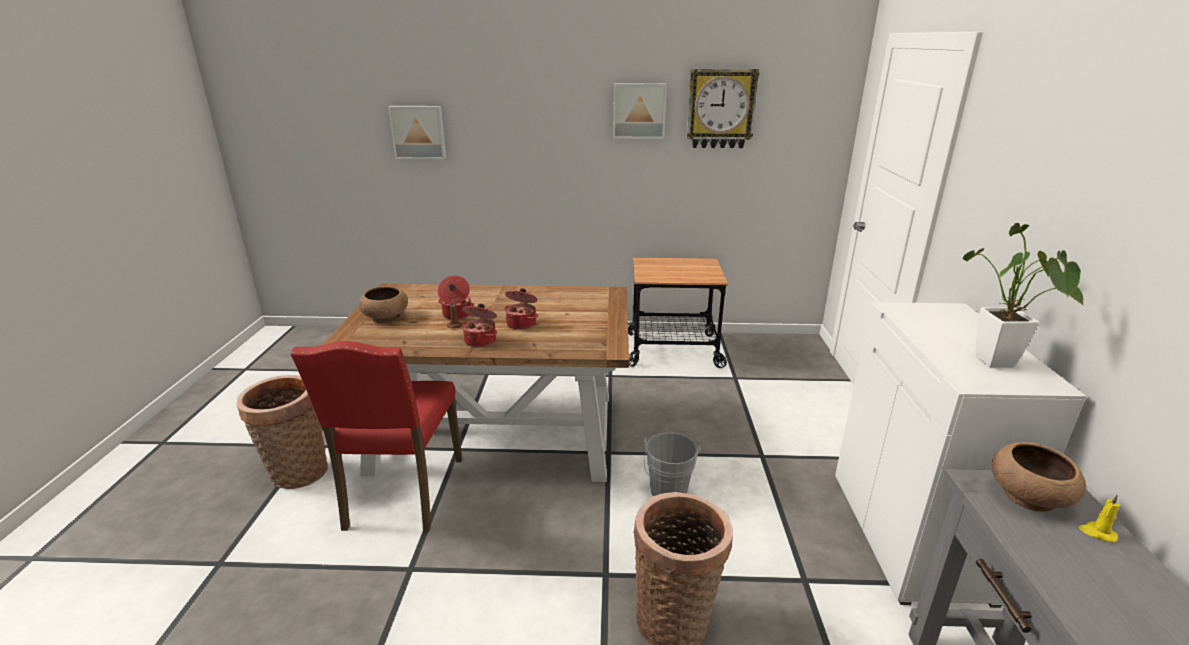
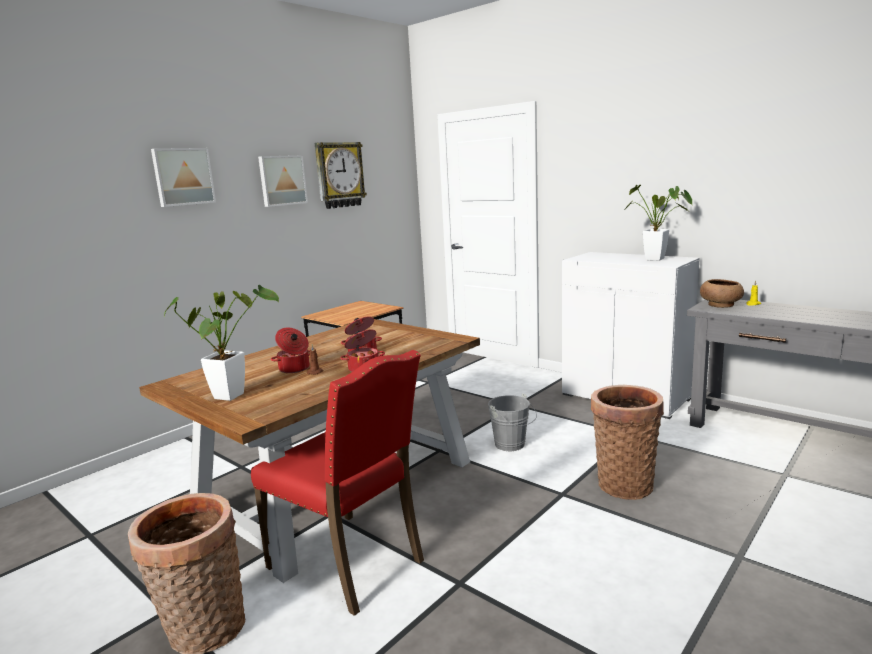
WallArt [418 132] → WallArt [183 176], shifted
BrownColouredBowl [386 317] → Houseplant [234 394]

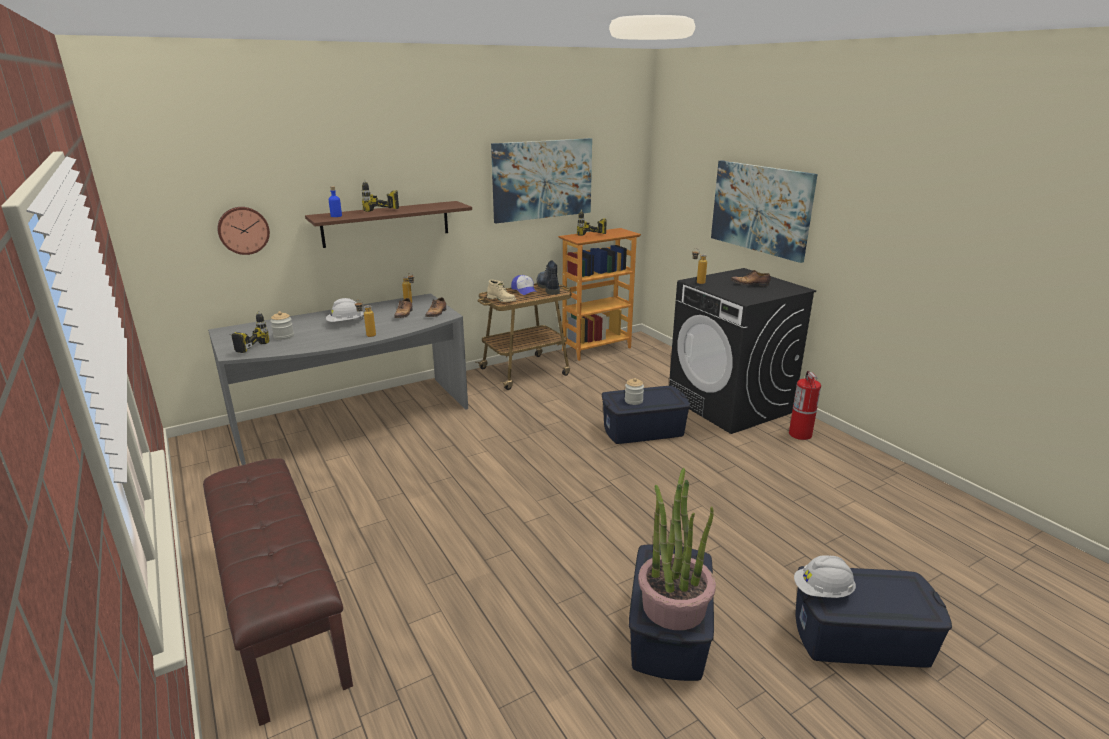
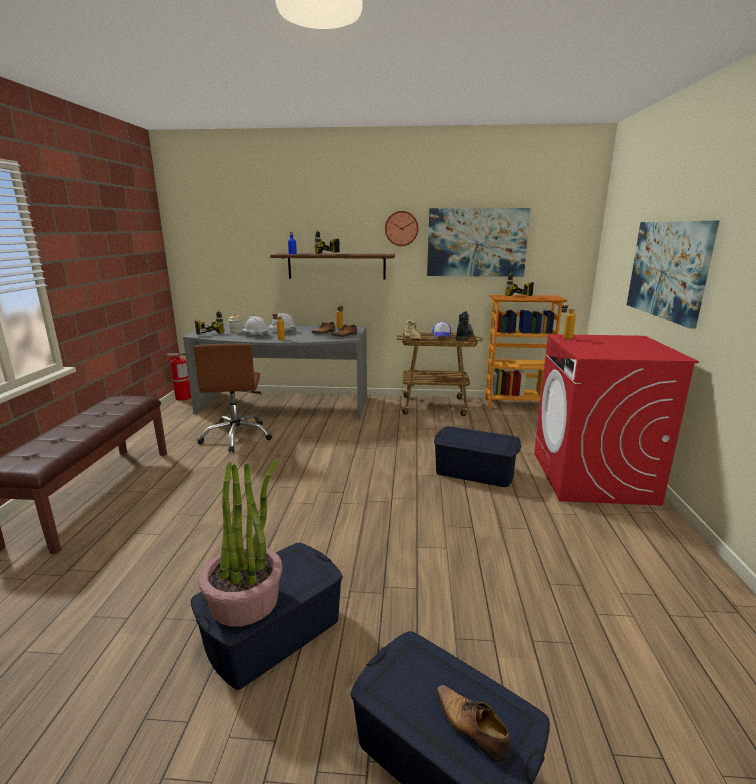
WallClock [243 230] → WallClock [401 228], shifted
BlackLaundryAppliance [730 405] → RedColouredLaundryAppliance [592 477]
Shoe [750 284] → Shoe [471 728], shifted
Extinguisher [800 434] → Extinguisher [183 398], shifted
StorageJar [633 401] → -
WhiteWorkHelmet [822 591] → WhiteWorkHelmet [255 335], shifted
- → BrownColouredOfficeChair [237 437]

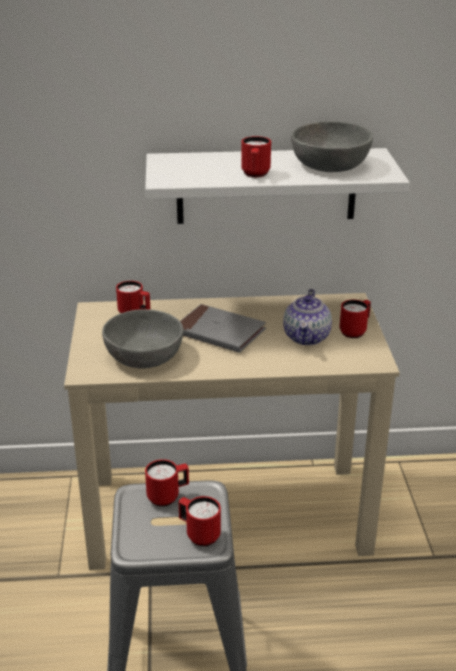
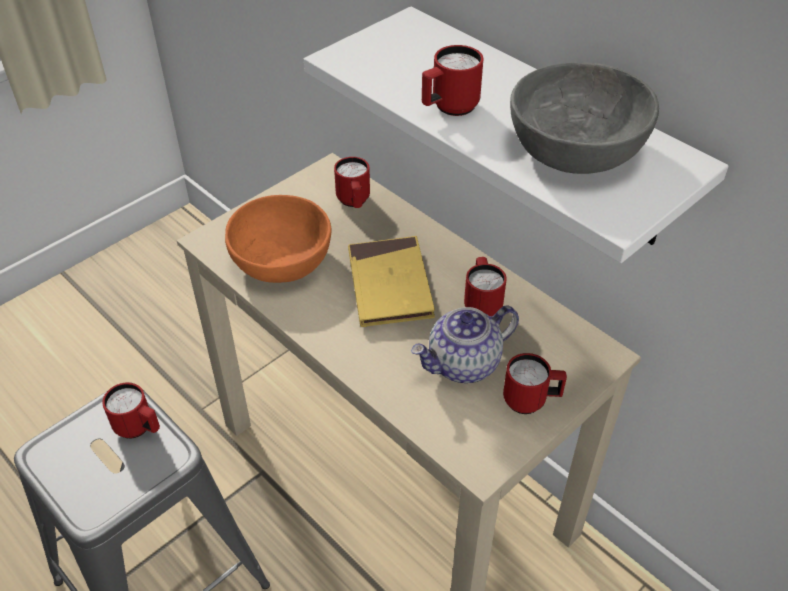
GrayBoundBook [219 332] → YellowishBoundBook [389 285]
GrayBowl [145 356] → OrangeColouredBowl [282 260]
RedColouredMug [199 534] → RedColouredMug [482 304], shifted

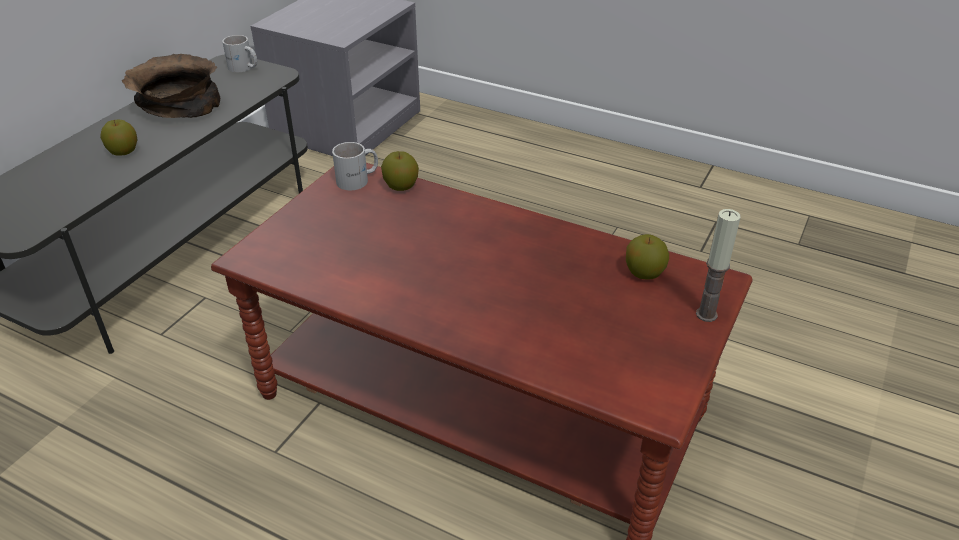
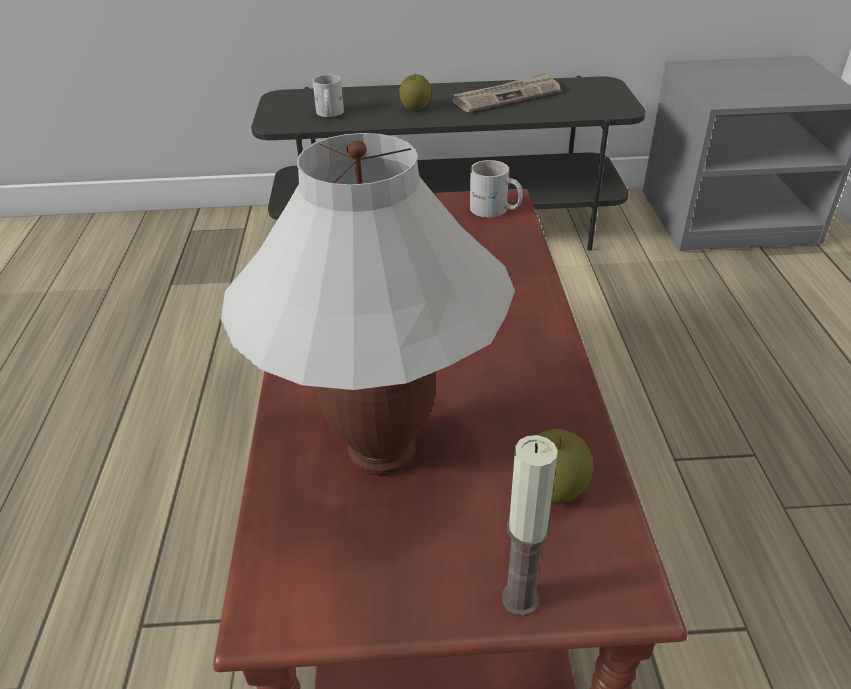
WhiteMug [243 68] → WhiteMug [328 113], shifted
BrownColouredBowl [178 106] → Newspaper [507 96]
WholeApple [401 186] → -
- → WhiteTableLamp [381 452]

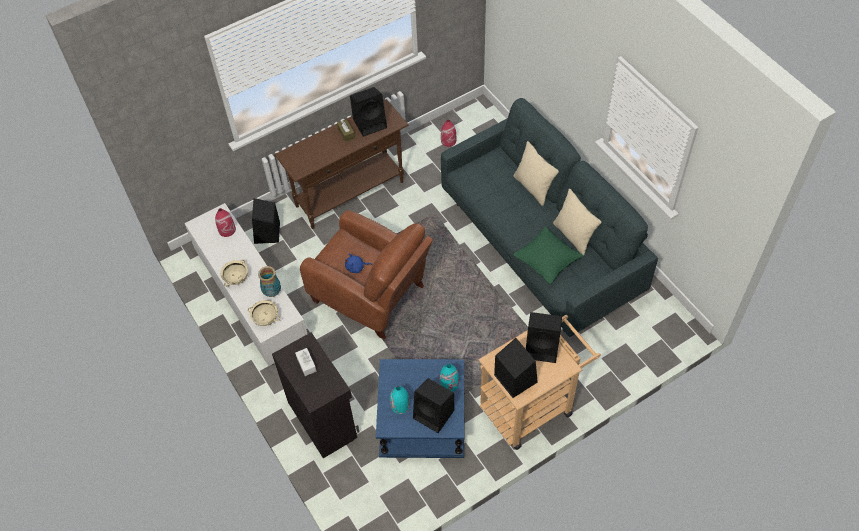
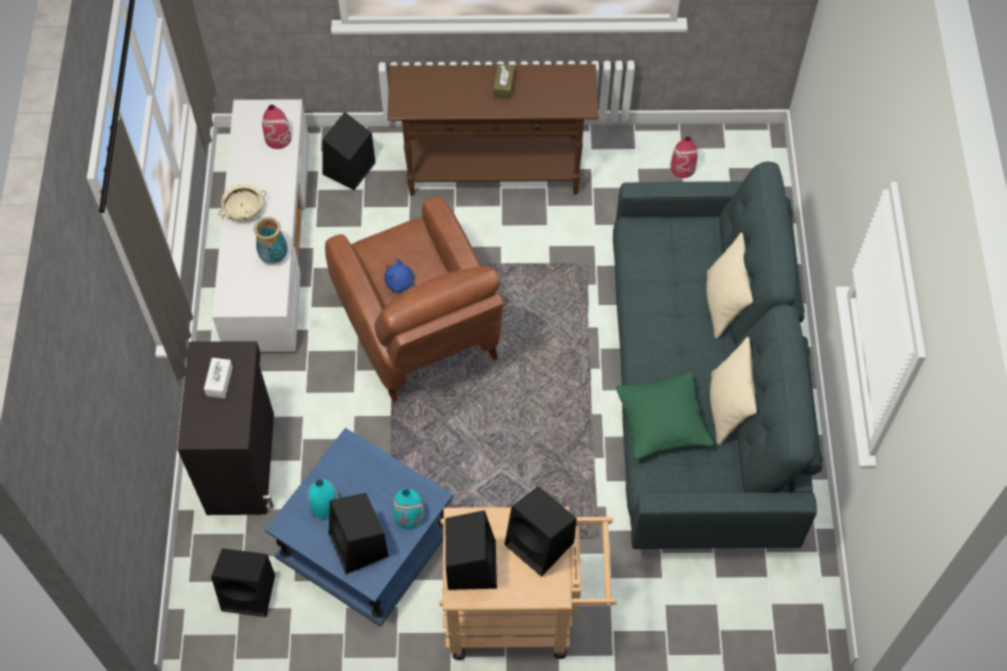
BlackSpeaker [370 123] → BlackSpeaker [250 592], shifted
BeigeBowl [265 318] → -

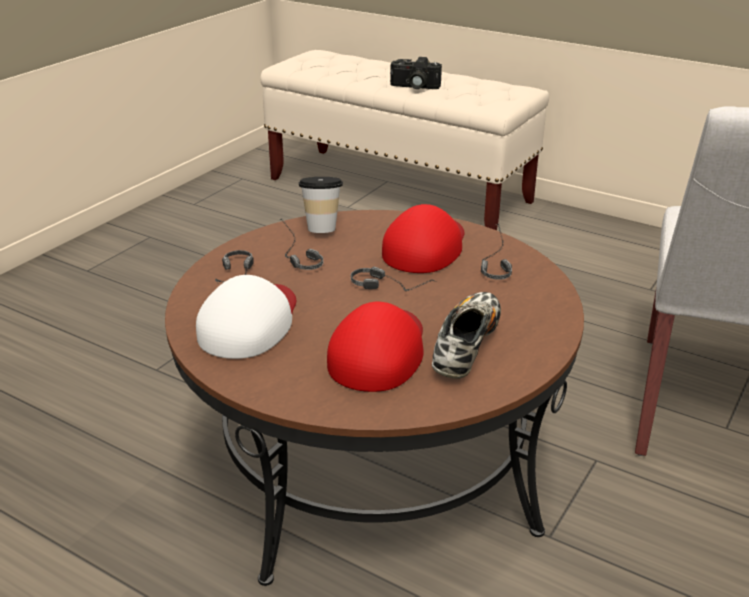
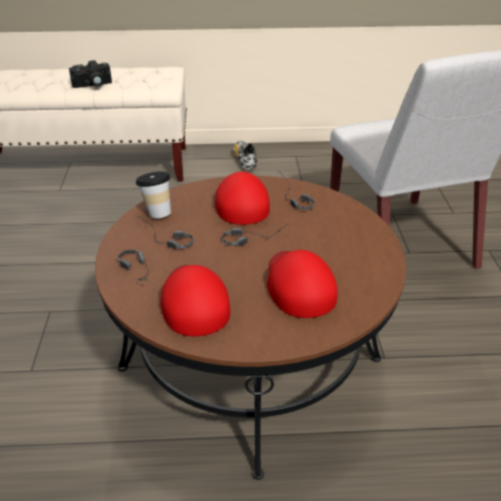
WhiteCap [250 323] → RedColouredCap [194 301]
Shoe [466 347] → Shoe [244 161], shifted

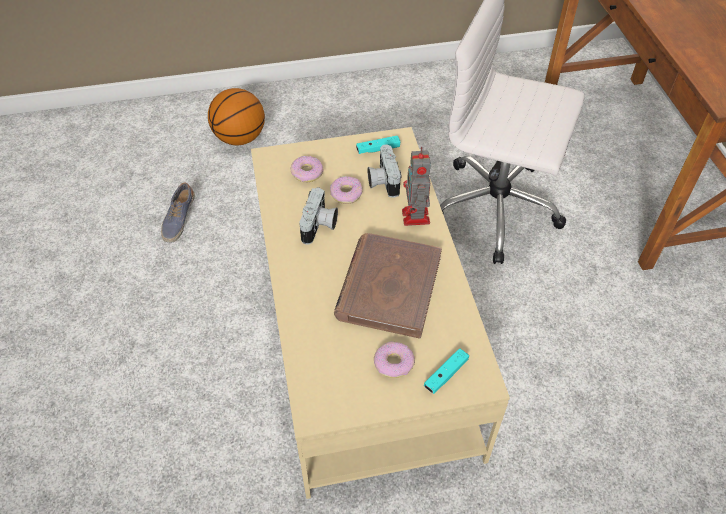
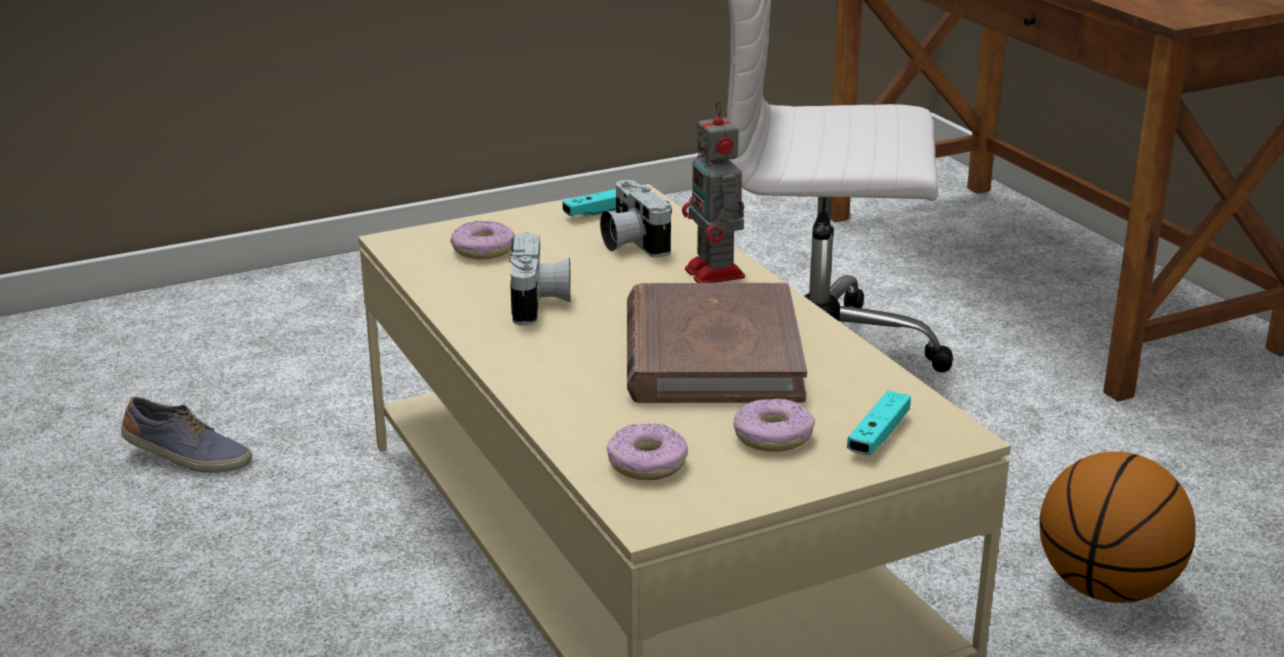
Basketball [240 138] → Basketball [1107 588], shifted
RingDoughnut [346 194] → RingDoughnut [646 463], shifted
Shoe [178 219] → Shoe [187 458], 75 degrees counterclockwise

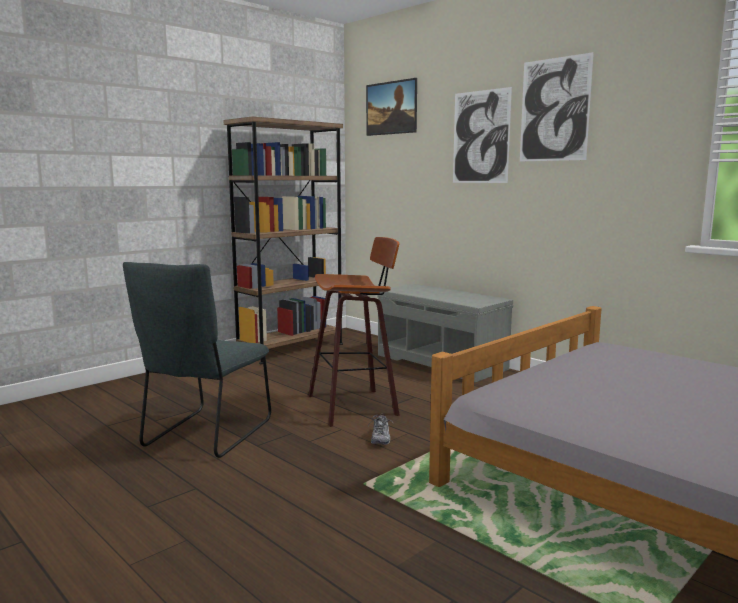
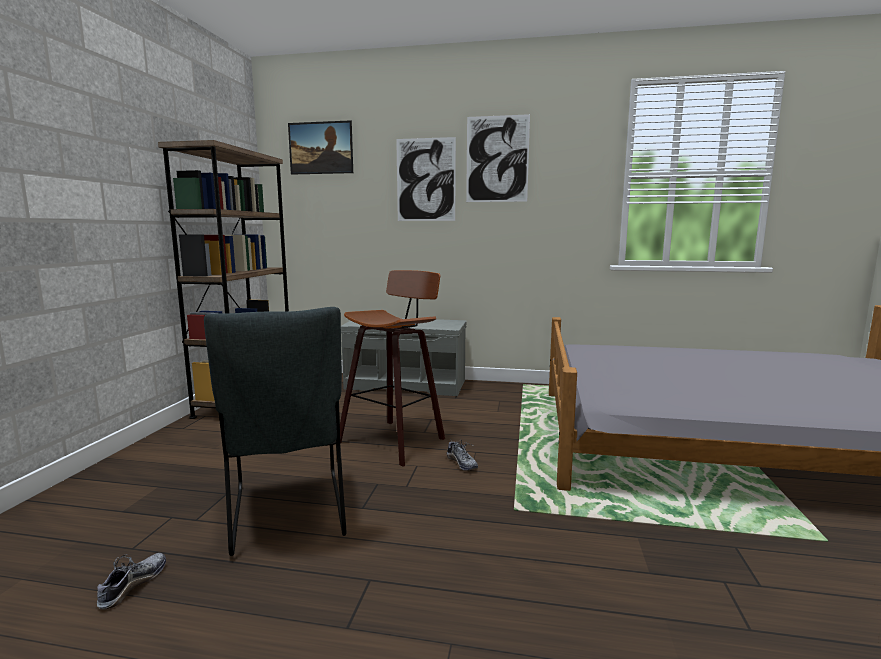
- → Shoe [133 585]

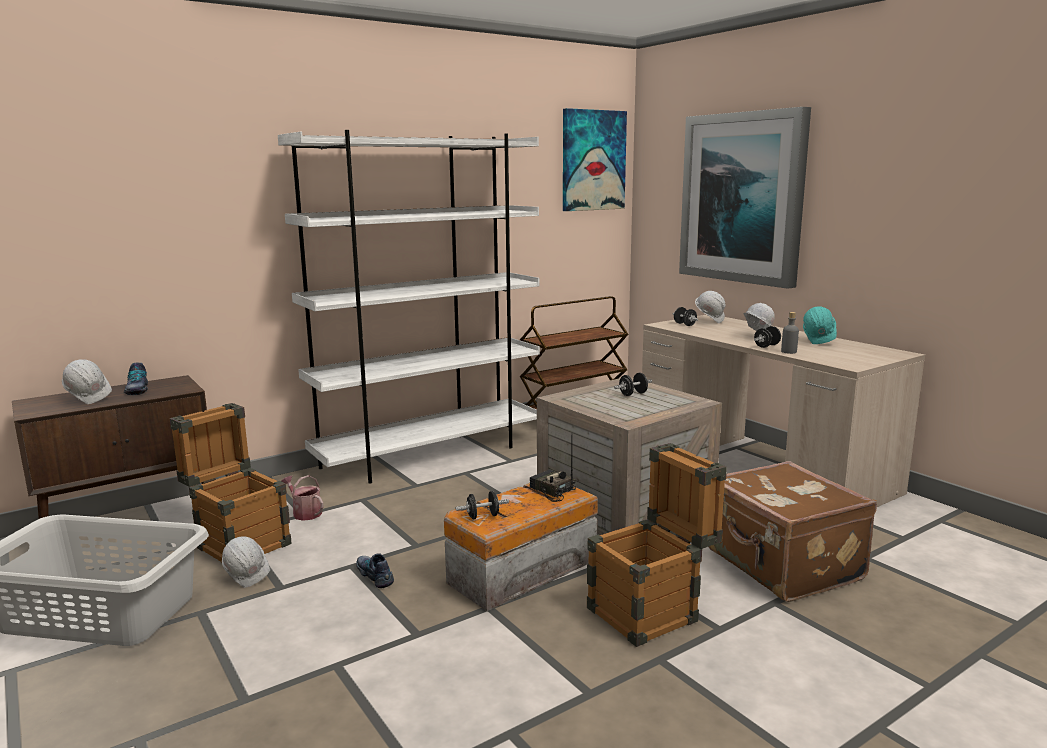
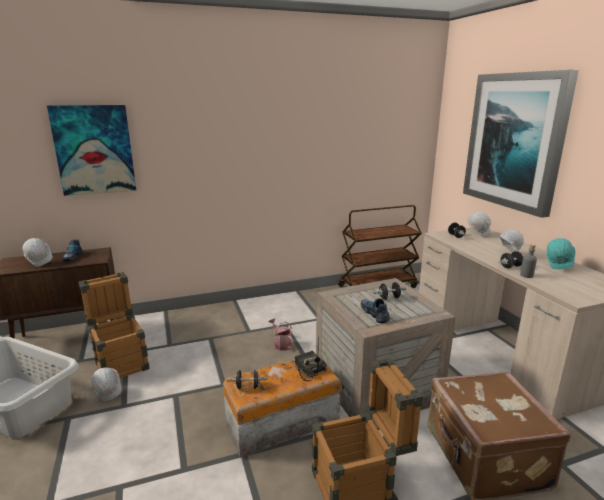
WallArt [593 160] → WallArt [94 150], shifted
WhiteBookshelf [430 454] → -
WateringPot [305 513] → WateringPot [281 344], shifted
Shoe [375 575] → Shoe [374 314], shifted

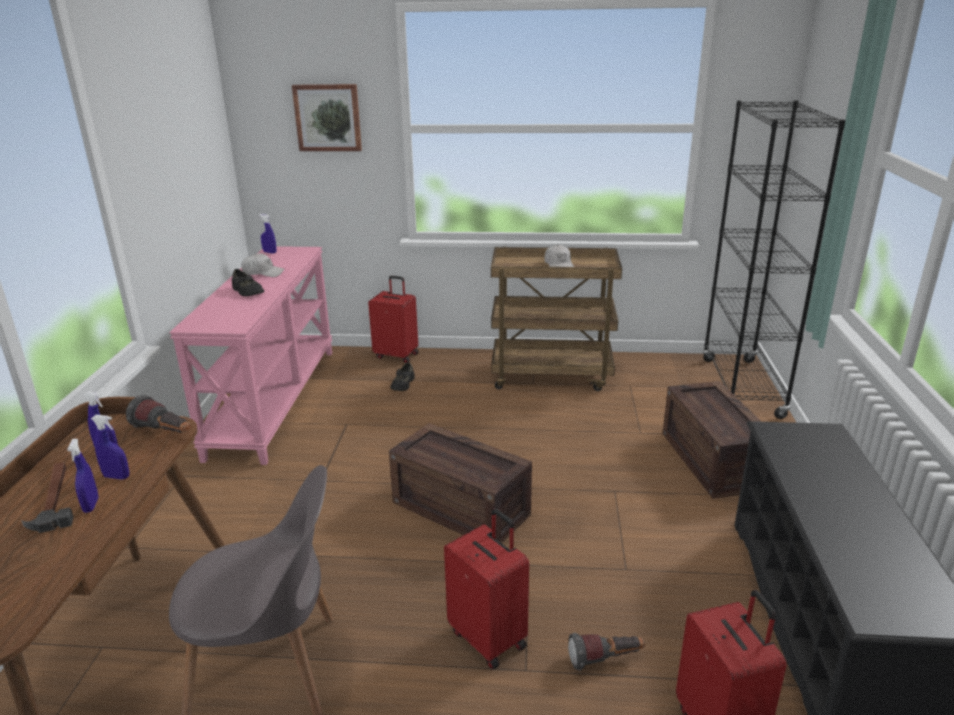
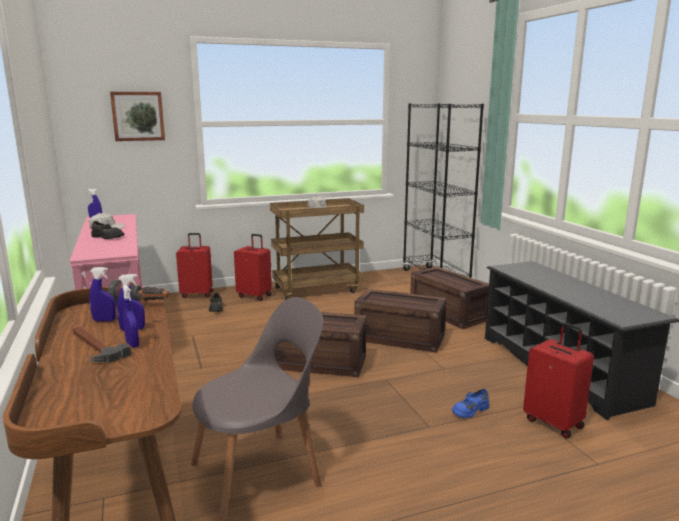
RedColouredTravelCase [489 638] → RedColouredTravelCase [255 296], shifted
HandTorch [605 660] → BlueShoe [470 410]
- → Crate [401 337]

